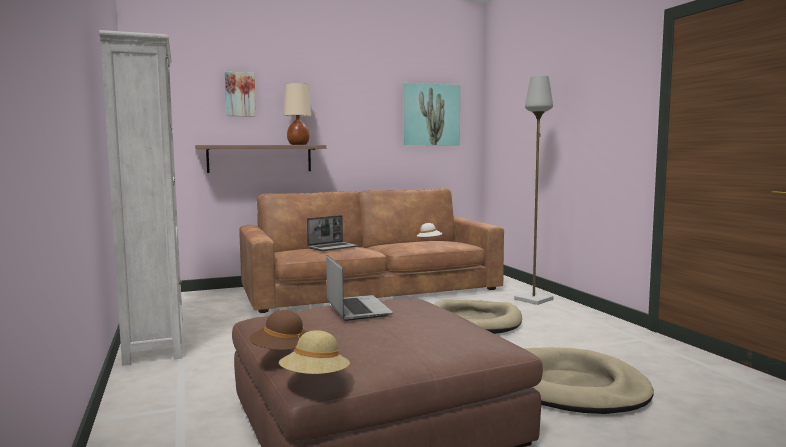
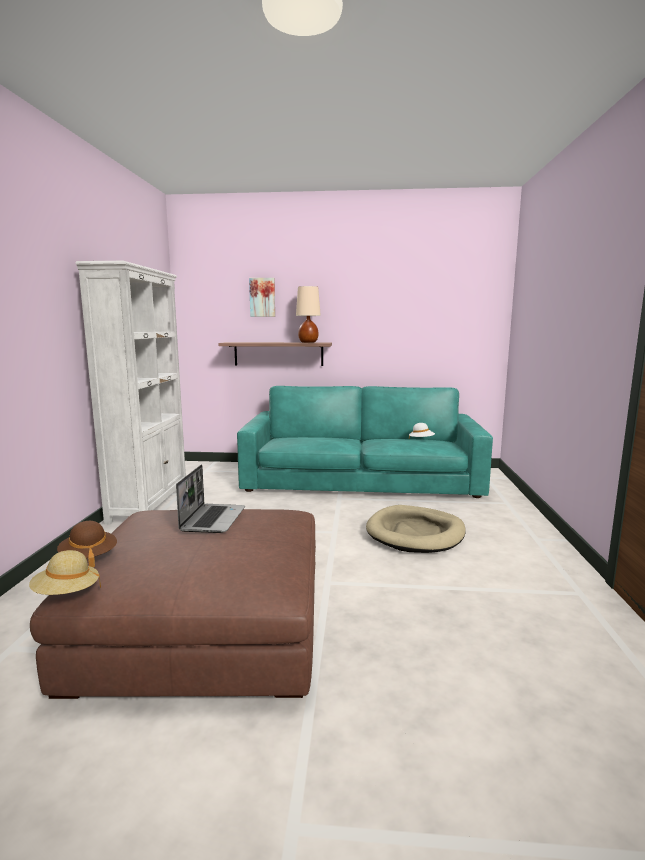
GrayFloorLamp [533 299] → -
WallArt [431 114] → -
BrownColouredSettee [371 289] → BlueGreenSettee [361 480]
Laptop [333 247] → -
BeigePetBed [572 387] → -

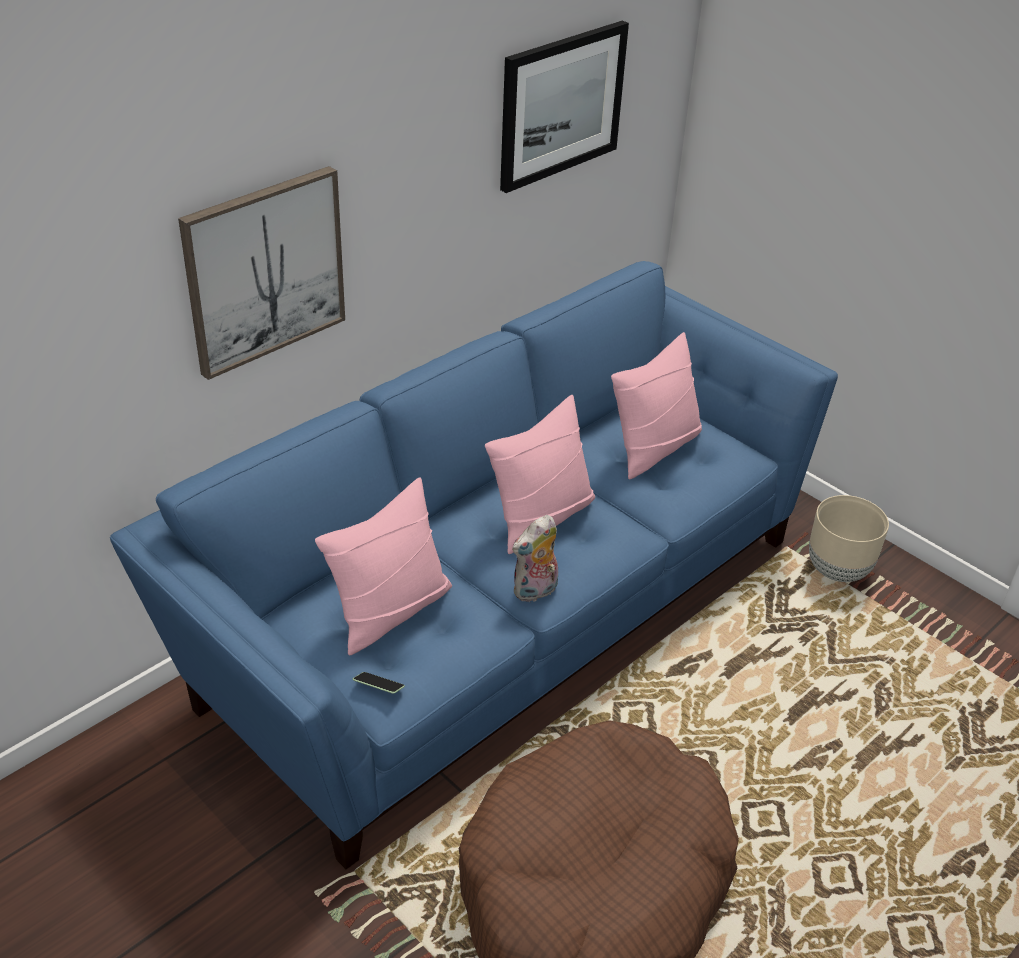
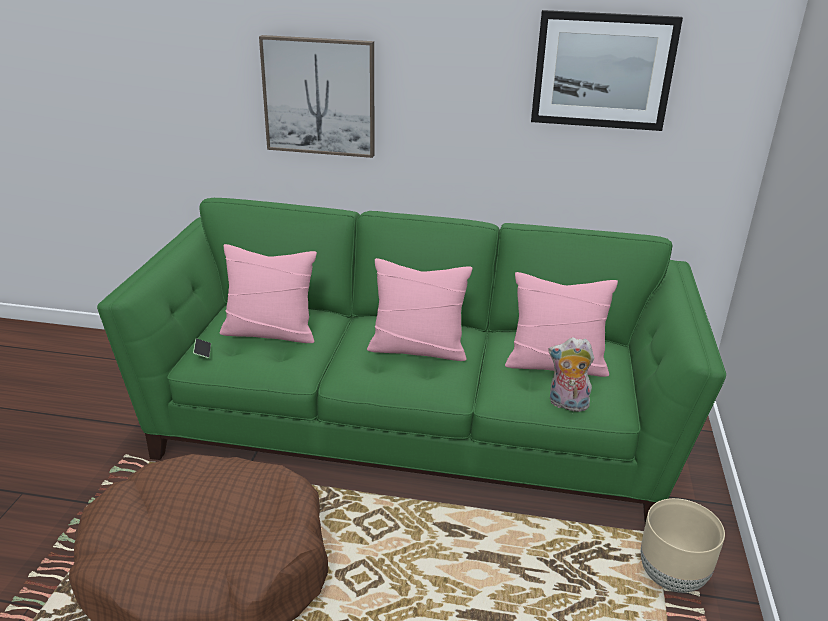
BlueSettee [502 609] → GreenSettee [412 425]
CuddlyToy [535 592] → CuddlyToy [567 404], shifted

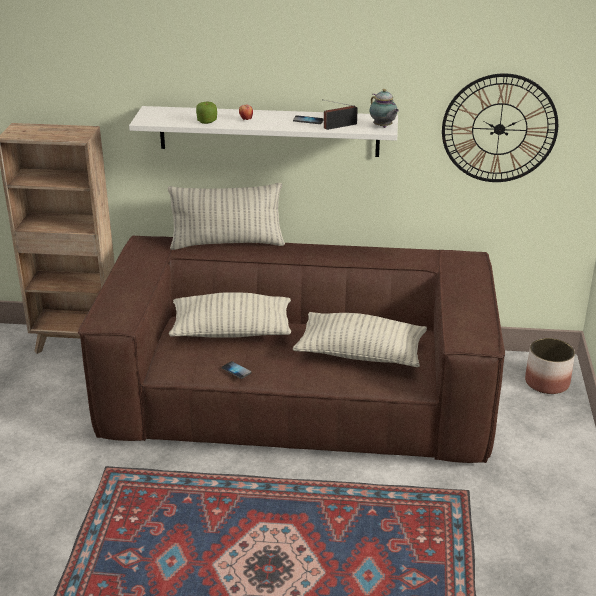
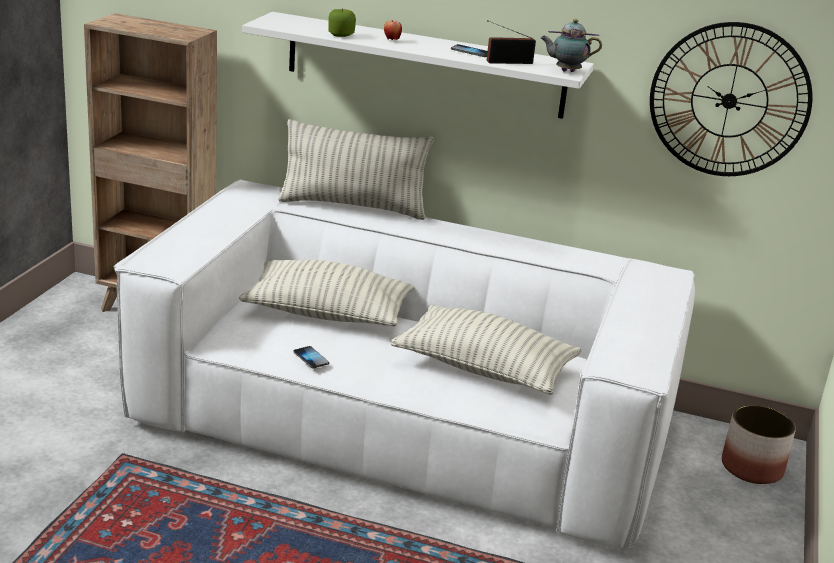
TeaPot [383 127] → TeaPot [566 71], 105 degrees clockwise
BrownColouredSettee [298 397] → WhiteSettee [404 421]

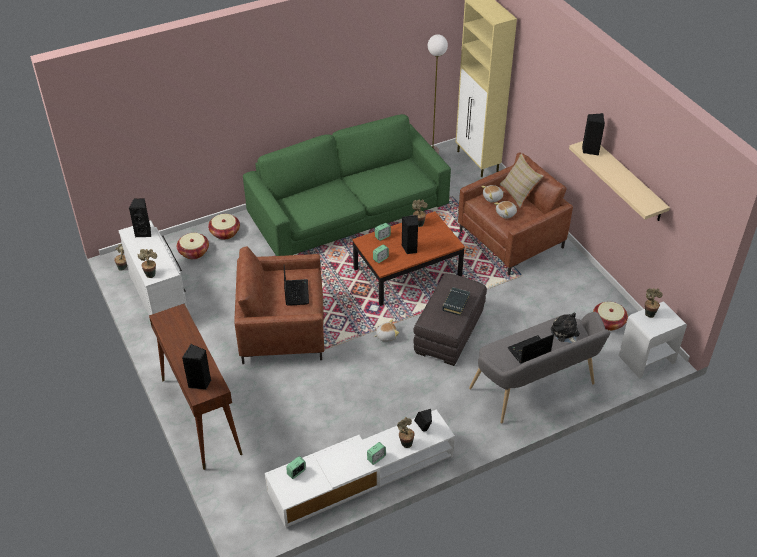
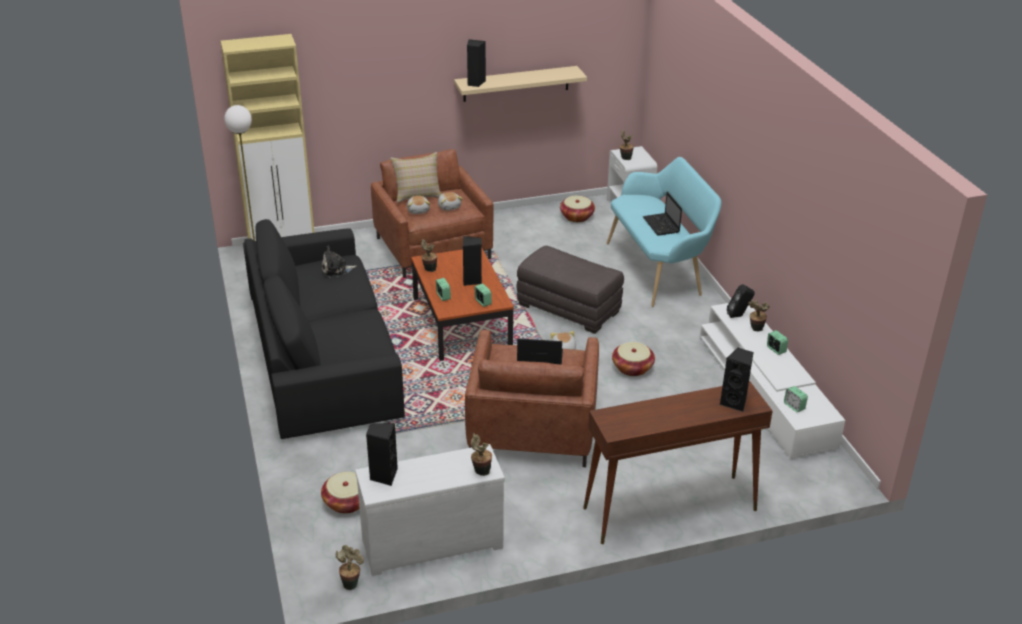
GreenSettee [348 210] → BlackSettee [323 353]
HouseholdBasket [225 232] → HouseholdBasket [632 368], shifted
BlackBoundBook [455 303] → -
GrayBench [536 389] → BlueGreenBench [658 269]
CuddlyToy [565 333] → CuddlyToy [336 270], shifted

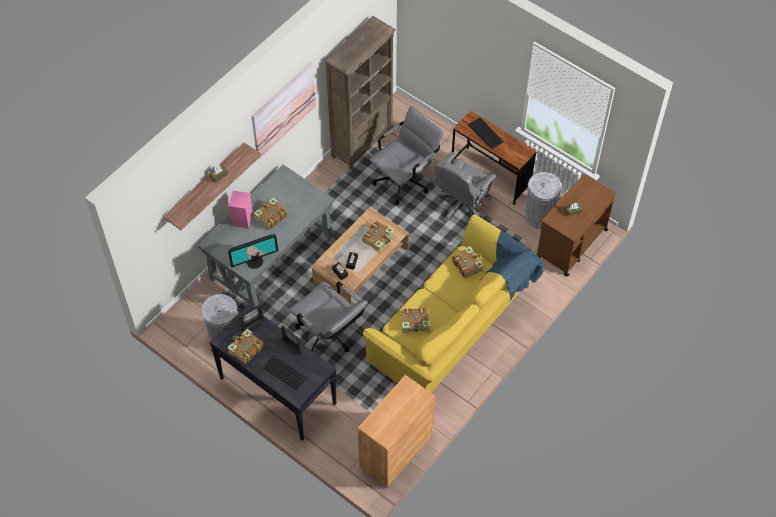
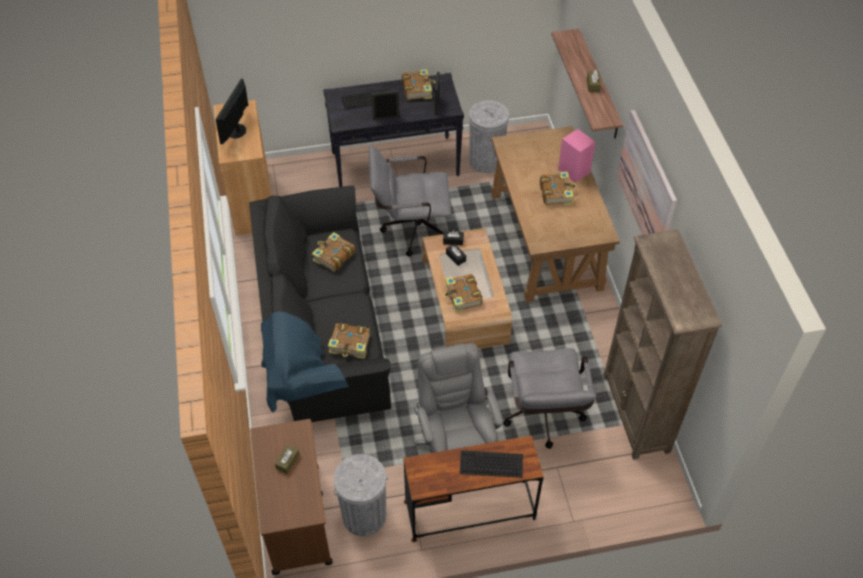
GrayDeskTable [271 256] → BrownColouredDeskTable [545 240]
YellowishSettee [453 325] → BlackSettee [320 327]
ComputerDisplay [255 261] → ComputerDisplay [237 131], shifted

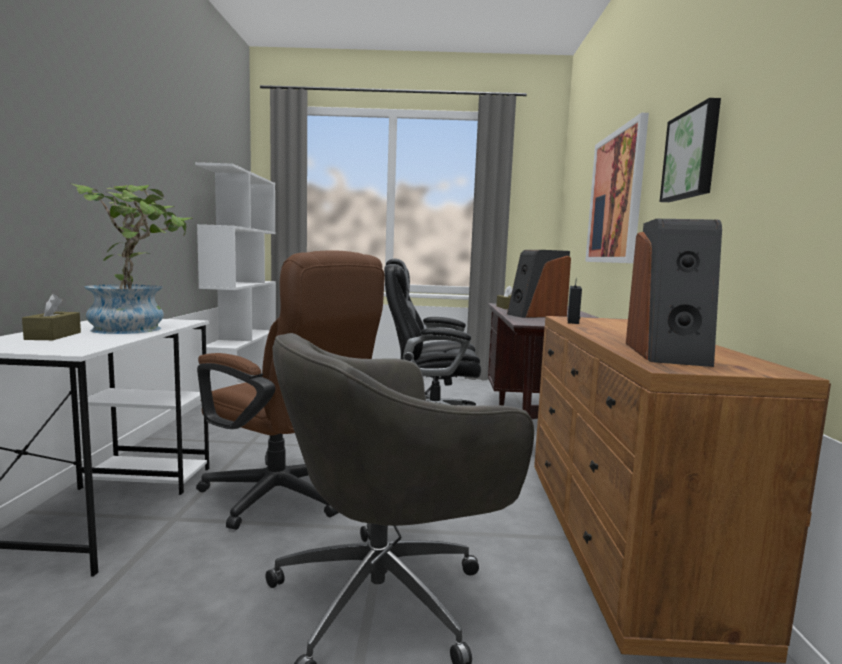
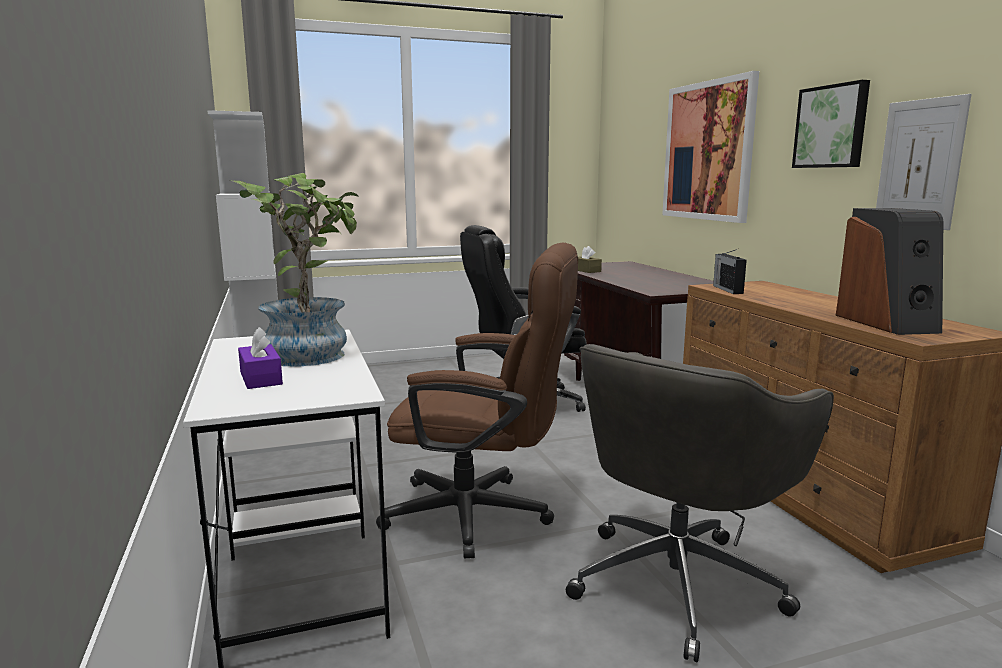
Speaker [536 315] → -
BrownColouredTissueBox [53 336] → PurplishTissueBox [261 378]
- → WallArt [919 164]

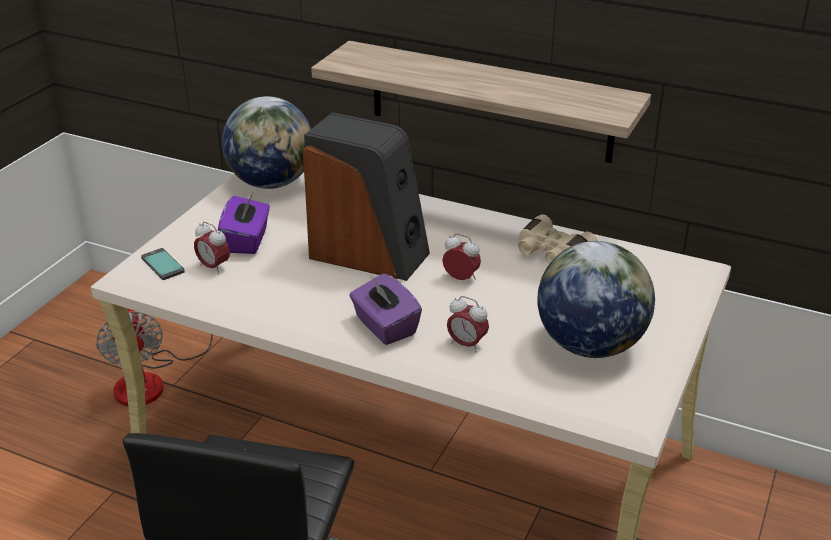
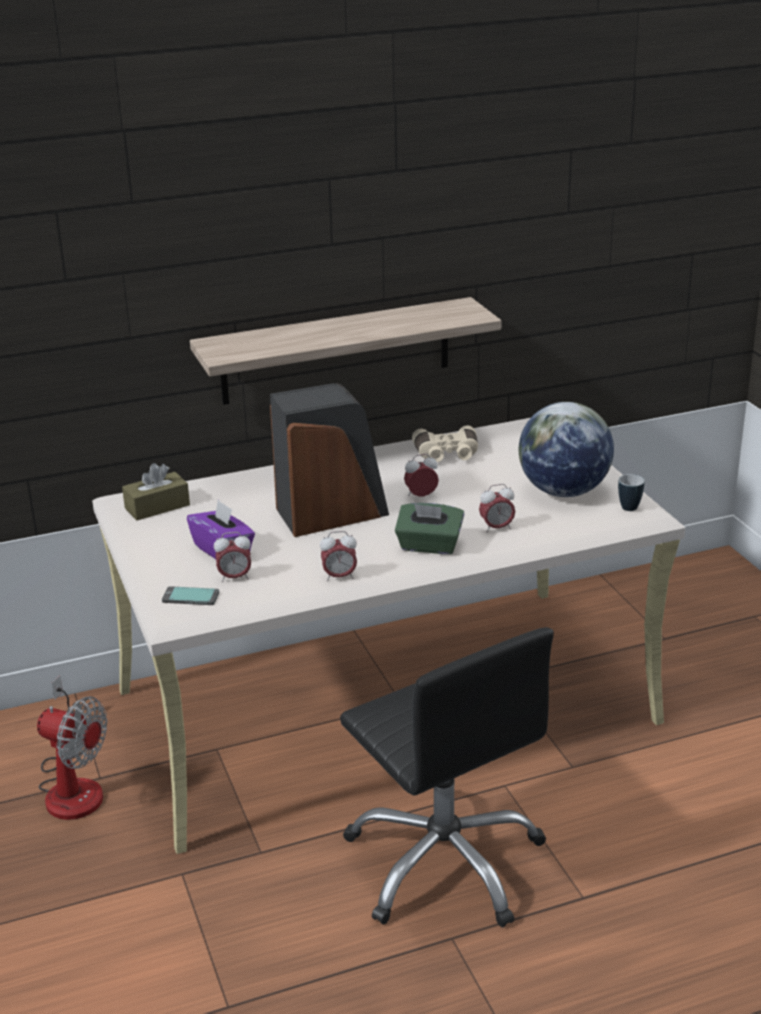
DeskGlobe [271 183] → BrownColouredTissueBox [157 506]
PurplishTissueBox [385 326] → GreenTissueBox [429 546]
- → Mug [631 506]
- → BedsideClock [339 577]

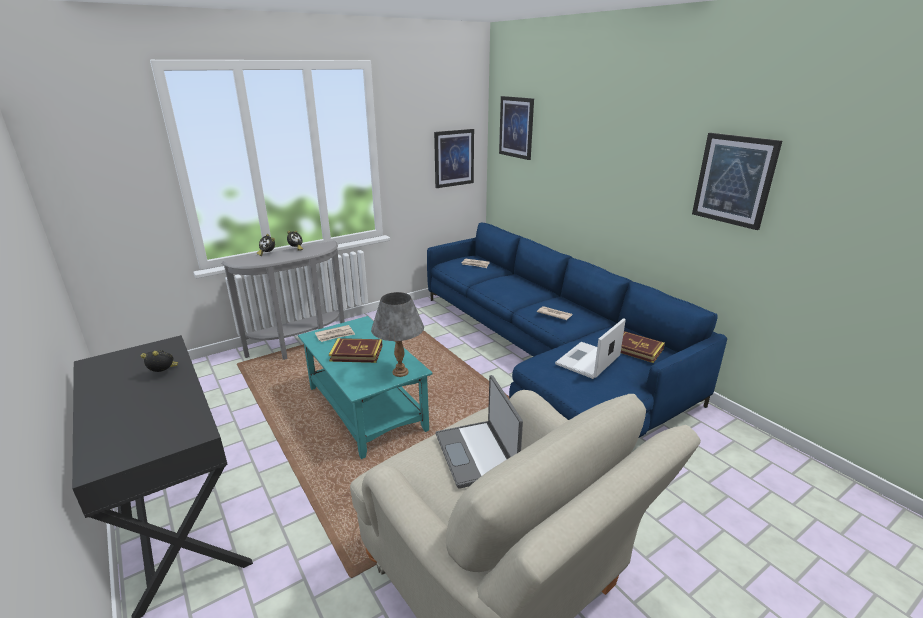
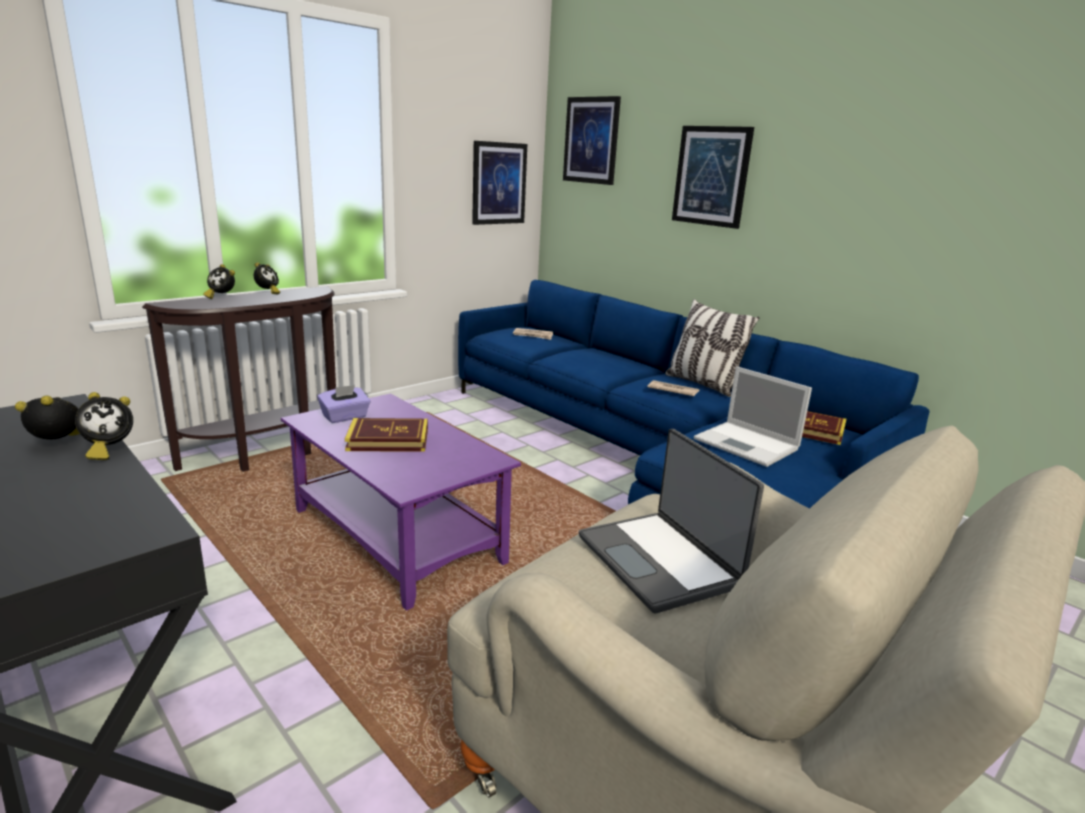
WallArt [734 180] → WallArt [711 176], shifted
GrayConsoleTable [301 347] → BrownColouredConsoleTable [269 454]
GrayTableLamp [400 372] → -
BlueGreenCoffeeTable [367 409] → PurplishCoffeeTable [398 537]
Laptop [587 361] → Laptop [748 444], 75 degrees counterclockwise
Newspaper [335 335] → PurplishTissueBox [345 417]
- → Pillow [702 384]
- → BedsideClock [108 450]

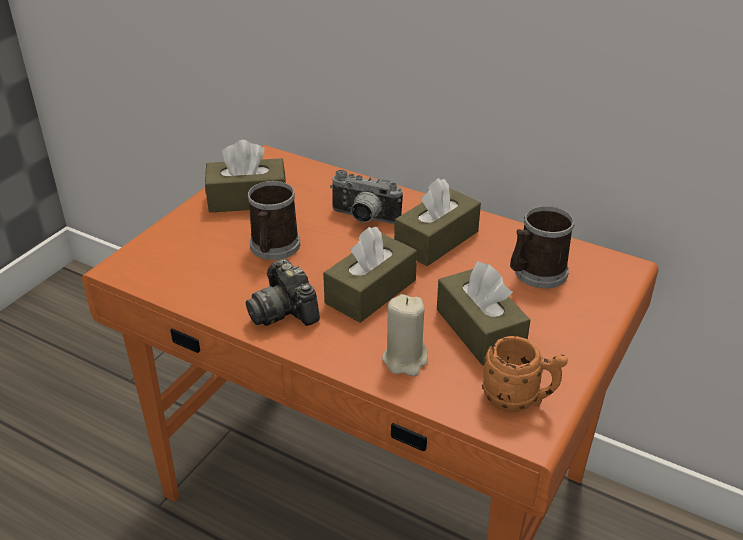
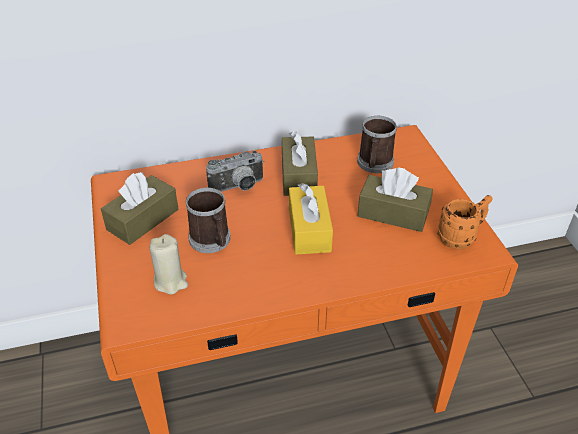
BrownColouredTissueBox [370 291] → YellowishTissueBox [309 230]
PhotoCamera [284 310] → -
BeigeWaxLight [405 359] → BeigeWaxLight [171 281], shifted

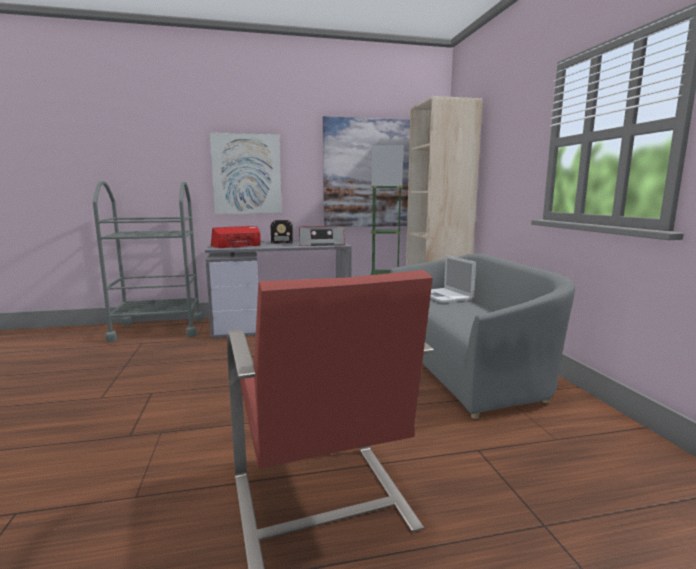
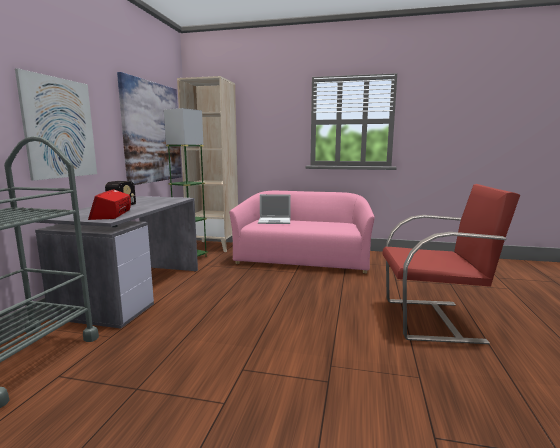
RadioReceiver [321 244] → -
GraySettee [465 365] → PinkColouredSettee [303 259]

